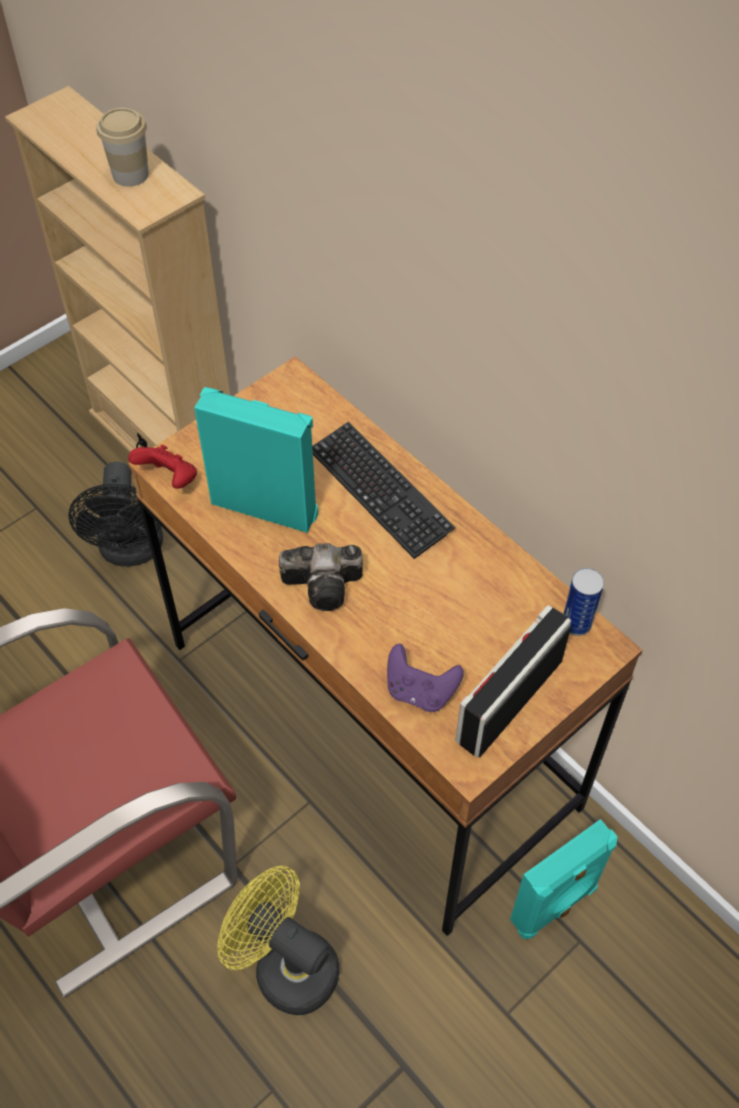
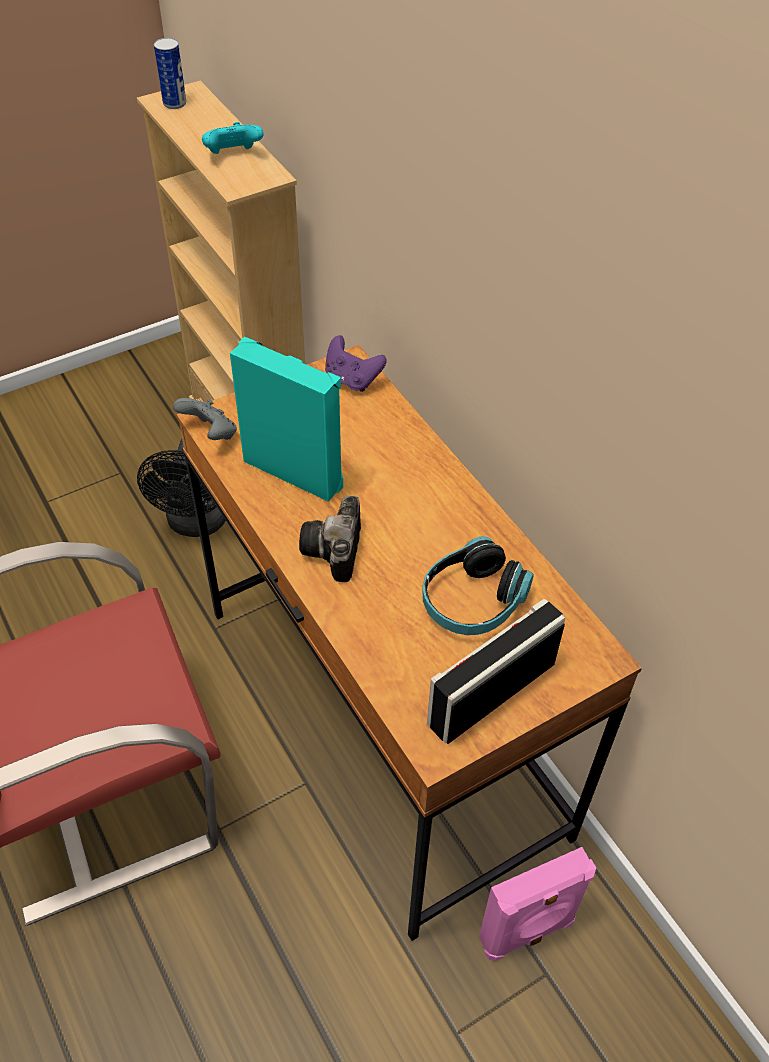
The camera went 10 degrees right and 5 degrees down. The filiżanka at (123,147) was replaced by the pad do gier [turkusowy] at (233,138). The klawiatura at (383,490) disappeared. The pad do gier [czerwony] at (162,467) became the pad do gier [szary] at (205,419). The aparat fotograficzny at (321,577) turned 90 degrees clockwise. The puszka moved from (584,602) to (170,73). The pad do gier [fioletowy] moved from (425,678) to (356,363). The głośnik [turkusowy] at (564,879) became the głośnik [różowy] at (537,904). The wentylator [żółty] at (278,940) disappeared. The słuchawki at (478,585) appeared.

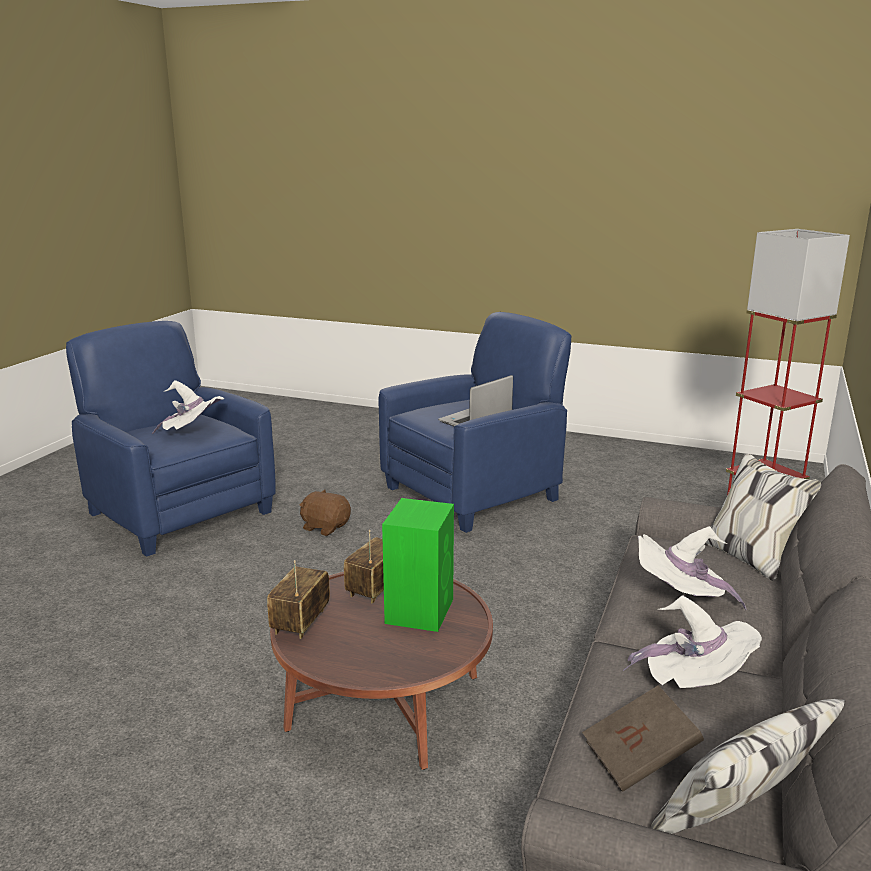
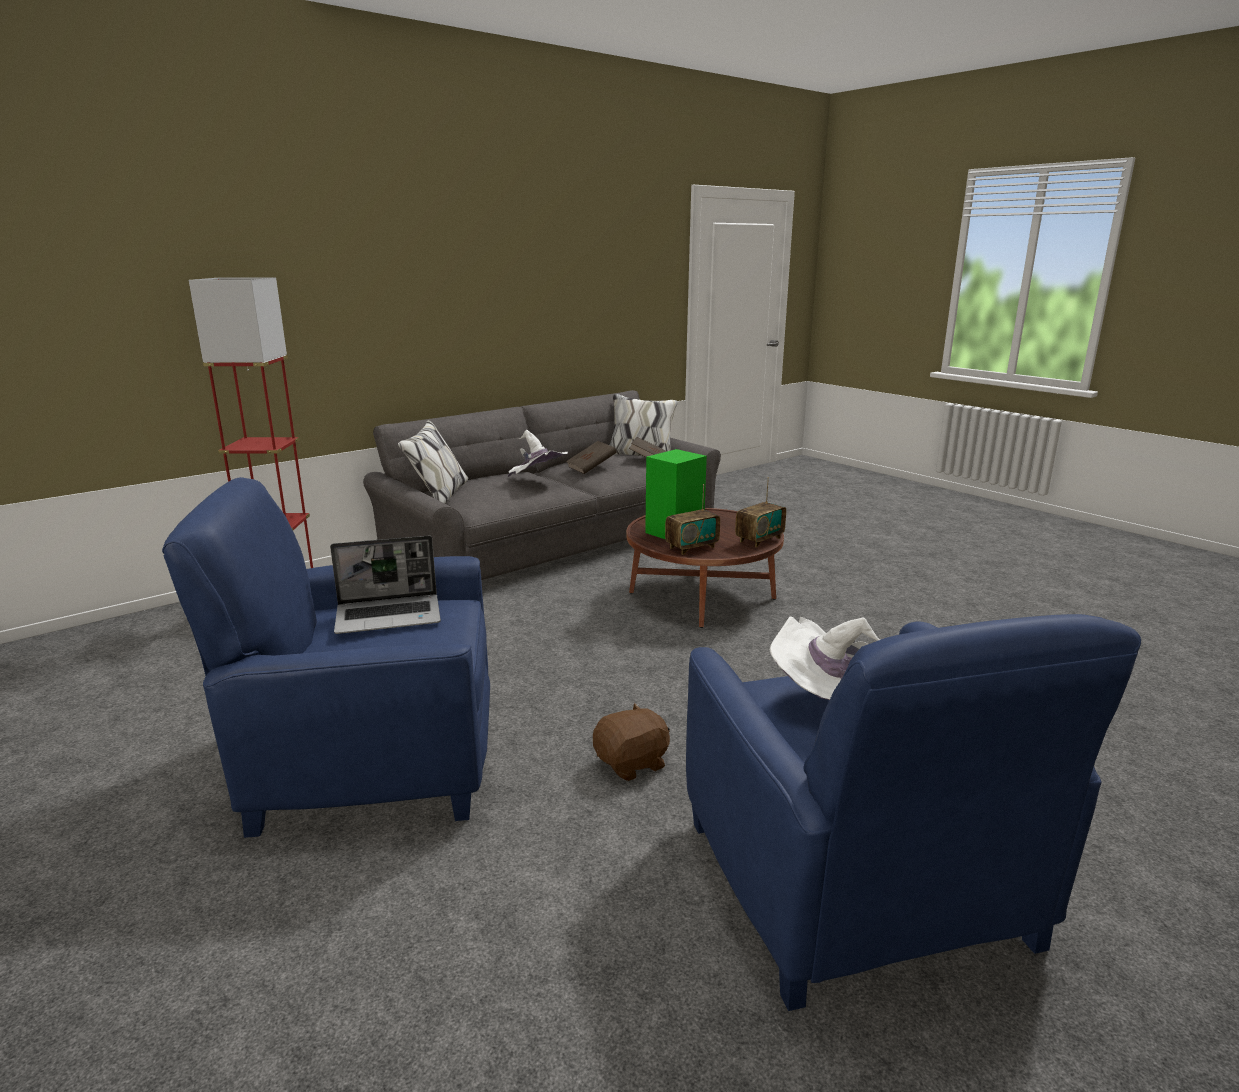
The camera went 150 degrees left and 0 degrees up. The pluszak [brązowy] at (325,513) turned 90 degrees counterclockwise. The kapelusz [biały] at (692,641) was replaced by the książka [brązowy] at (591,457).

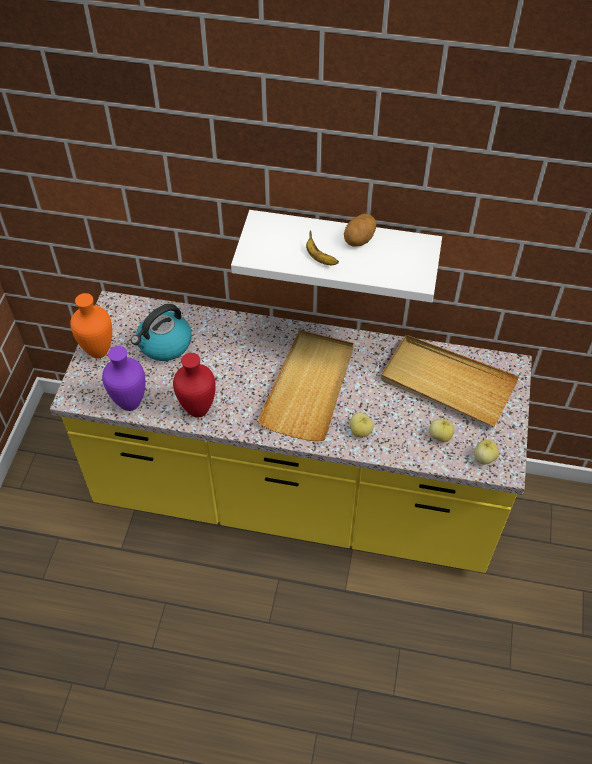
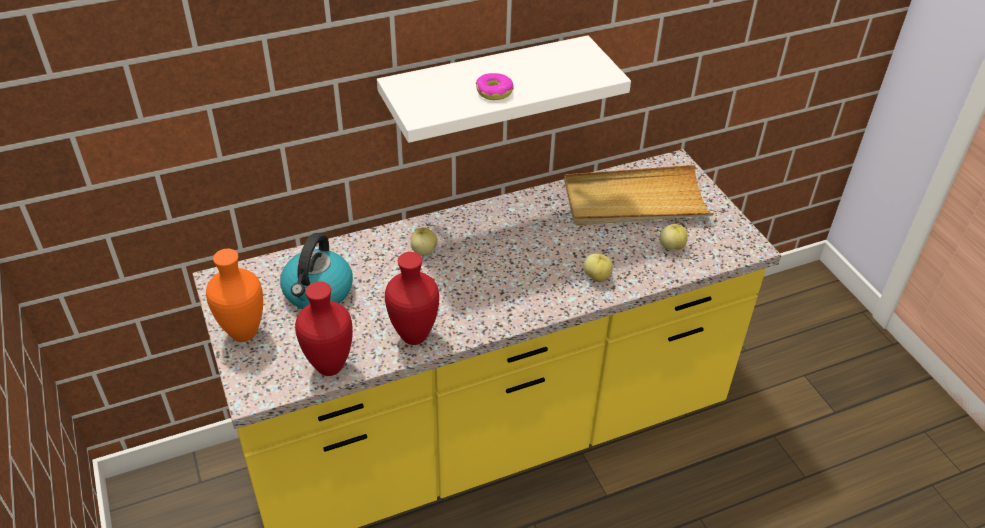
The camera went 35 degrees left and 10 degrees down. The ziemniak at (360,230) disappeared. The banan at (322,248) was replaced by the donut at (495,86). The taca [beżowy] at (305,385) disappeared. The wazon [fioletowy] at (123,378) became the wazon [czerwony] at (324,328). The jabłko moved from (486,452) to (424,241).

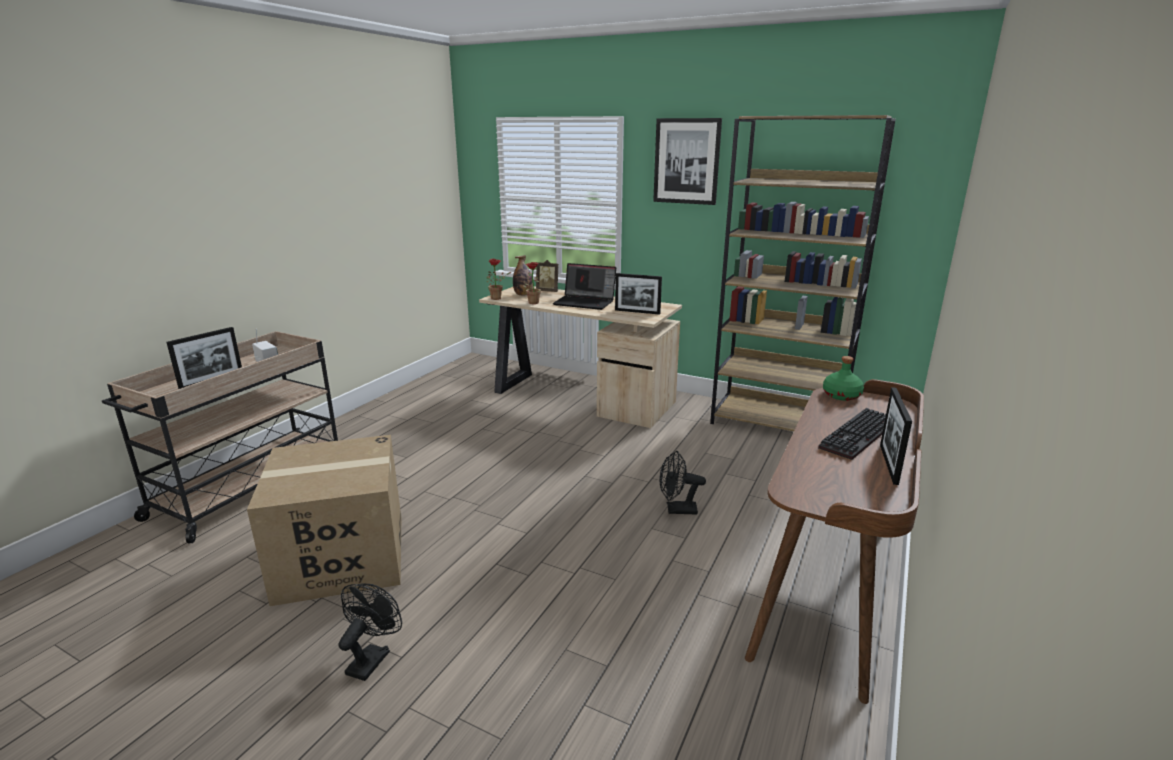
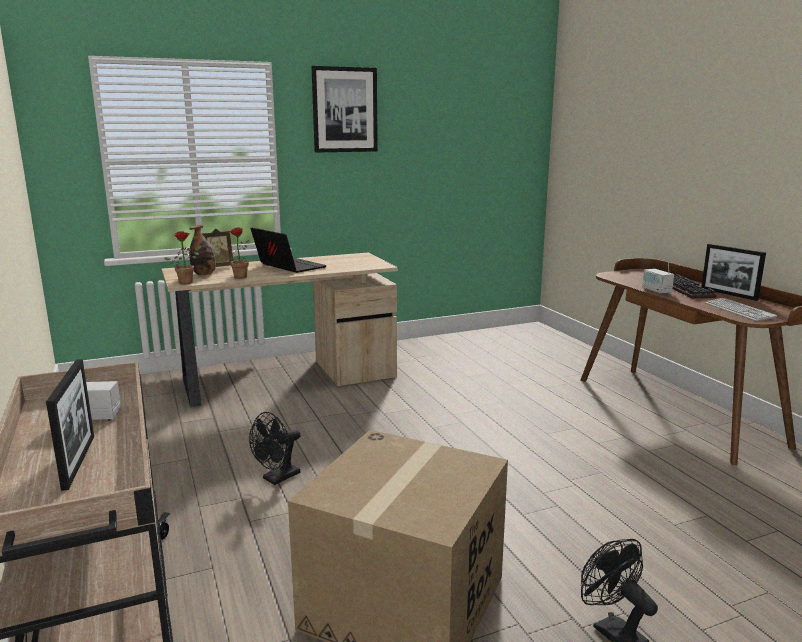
The camera went 50 degrees left and 5 degrees down. The regał [brązowy] at (803,273) disappeared. The laptop at (584,286) turned 105 degrees counterclockwise. The ramka na zdjęcie at (638,294) disappeared. The butelka [zielony] at (843,378) disappeared. The wentylator [czarny] moved from (683,483) to (275,448). The radio at (658,276) appeared. The klawiatura at (741,309) appeared.

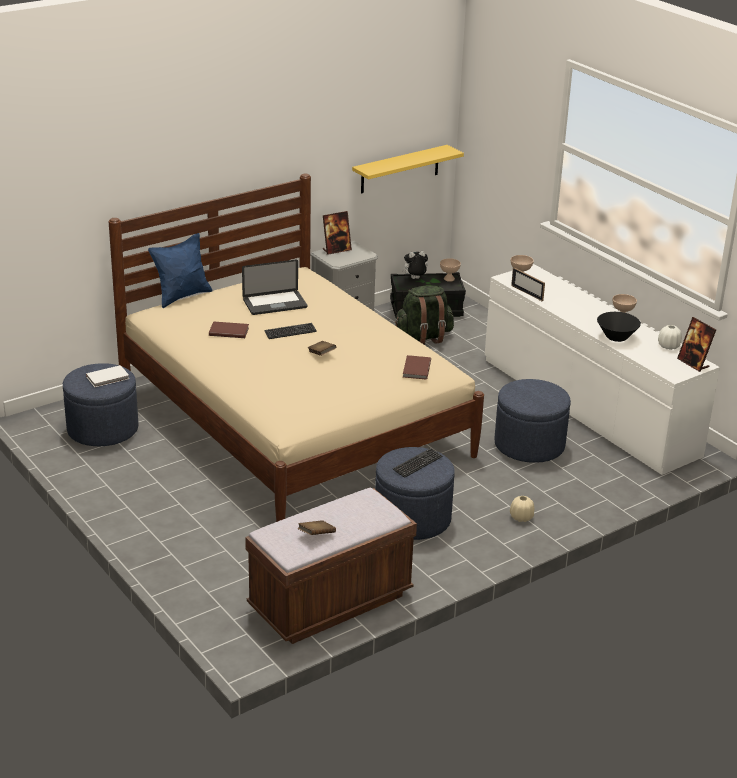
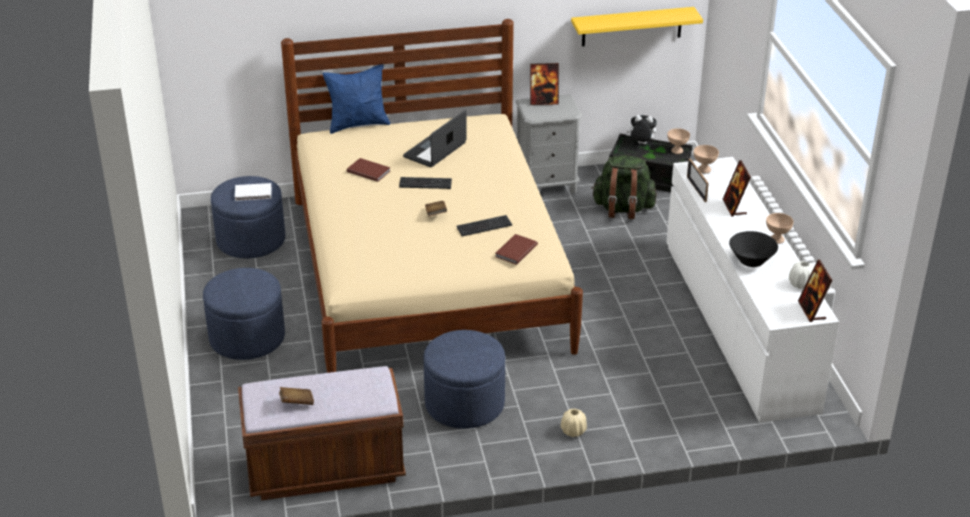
The camera went 25 degrees right and 5 degrees up. The laptop at (274,287) turned 120 degrees clockwise. The pufa [niebieski] moved from (533,421) to (244,314). The klawiatura moved from (417,463) to (484,226). The ramka na zdjęcie at (737,188) appeared.

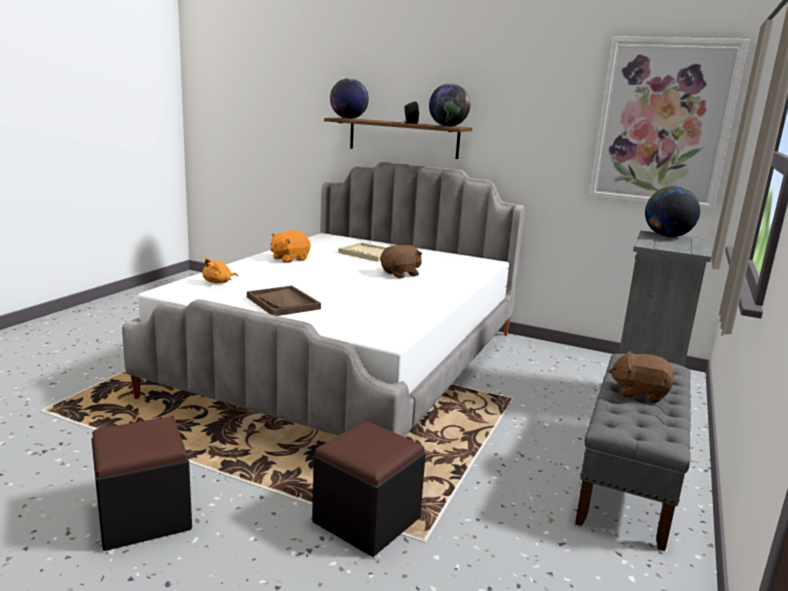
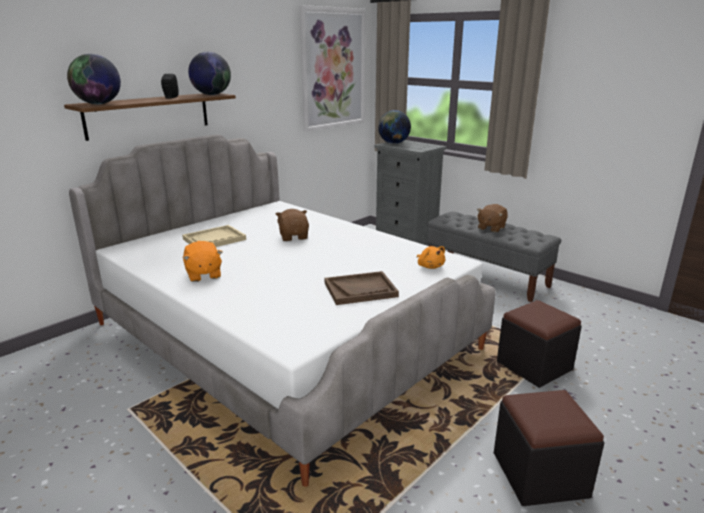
The camera went 70 degrees left and 5 degrees up. The pluszak [pomarańczowy] moved from (220,271) to (431,257).

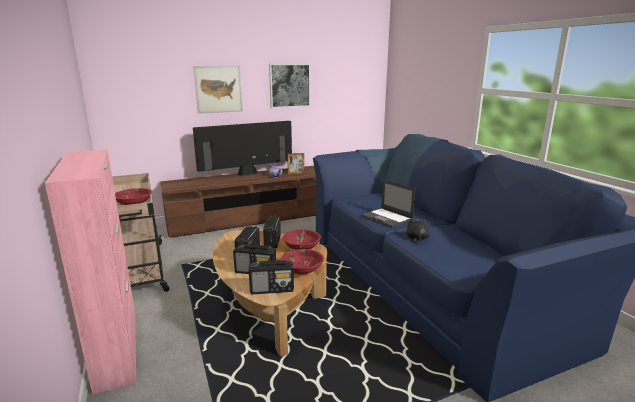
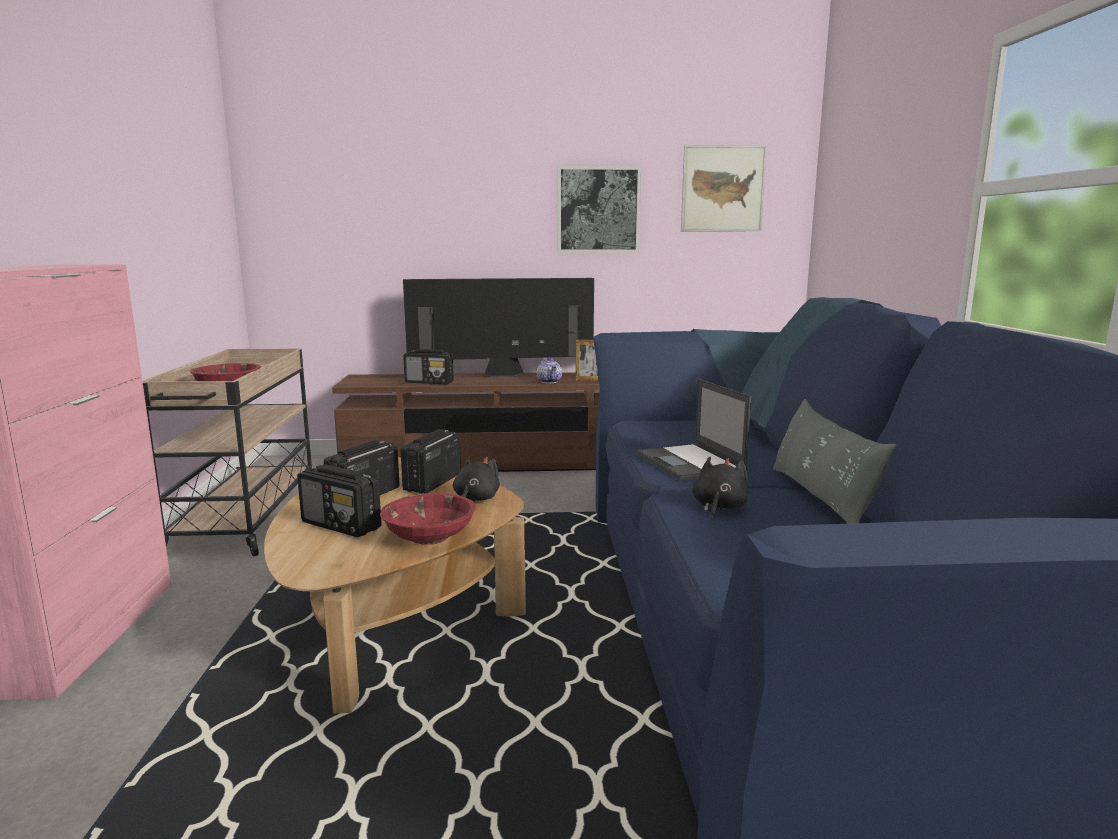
The camera went 20 degrees right and 5 degrees down. The obraz moved from (218,90) to (724,188). The miska [czerwony] at (302,239) was replaced by the pluszak [czarny] at (476,478). The radio moved from (271,277) to (428,366). The poduszka [szary] at (834,461) appeared.

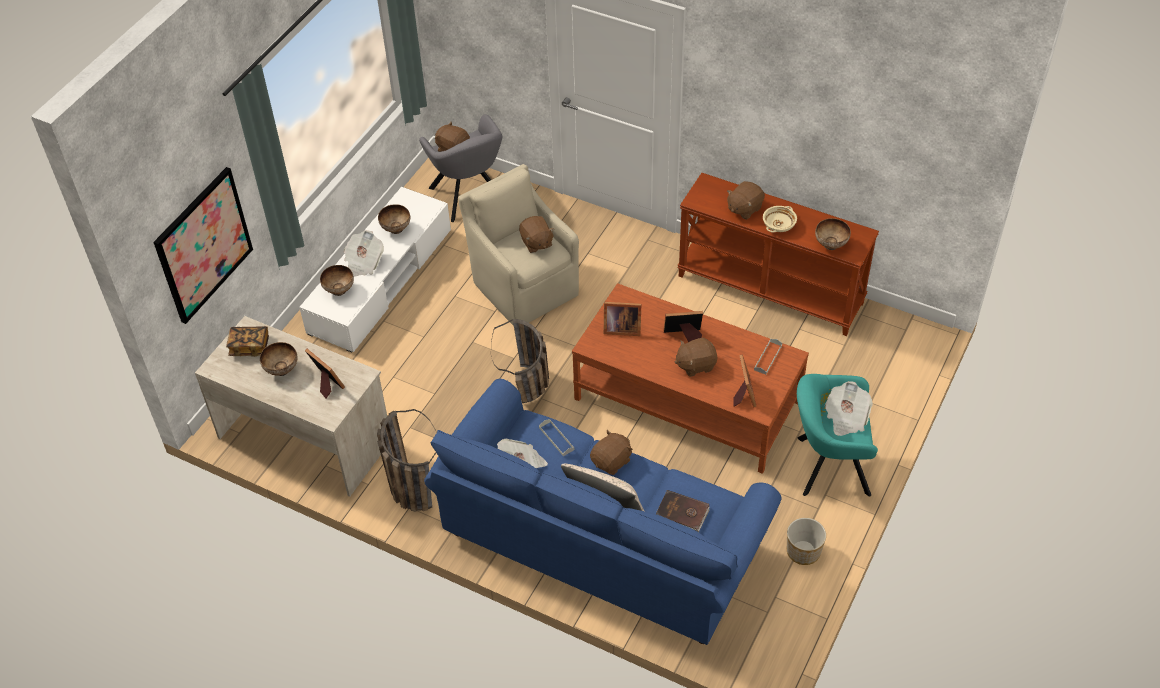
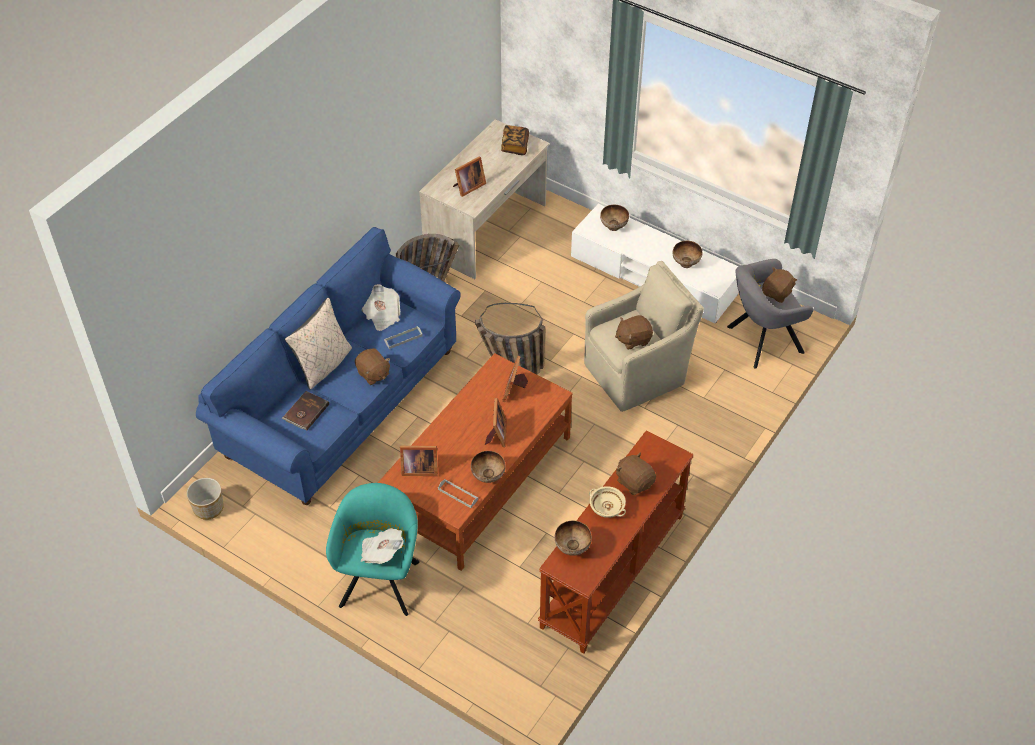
The camera went 95 degrees right and 0 degrees up. The obraz at (203,245) disappeared. The gazeta at (364,253) disappeared. The pluszak [brązowy] at (695,357) disappeared. The miska moved from (279,359) to (488,467). The donica moved from (806,541) to (205,499).

